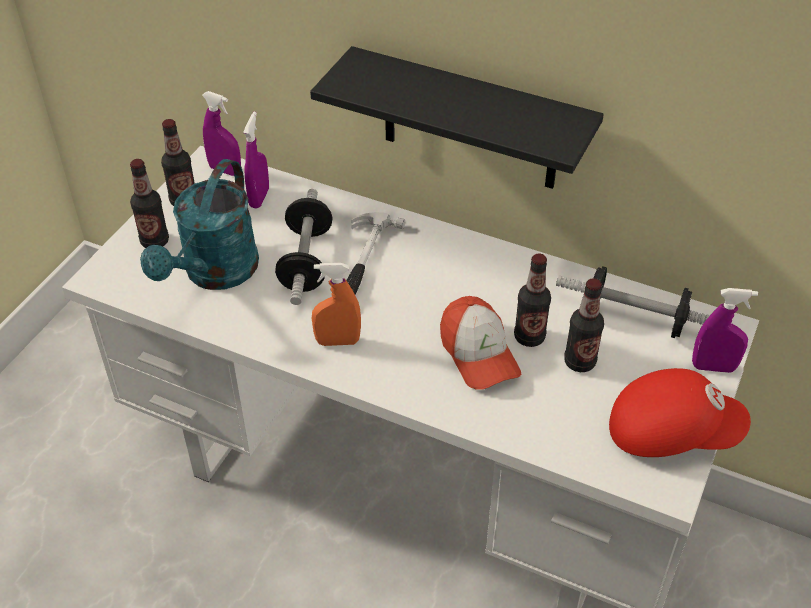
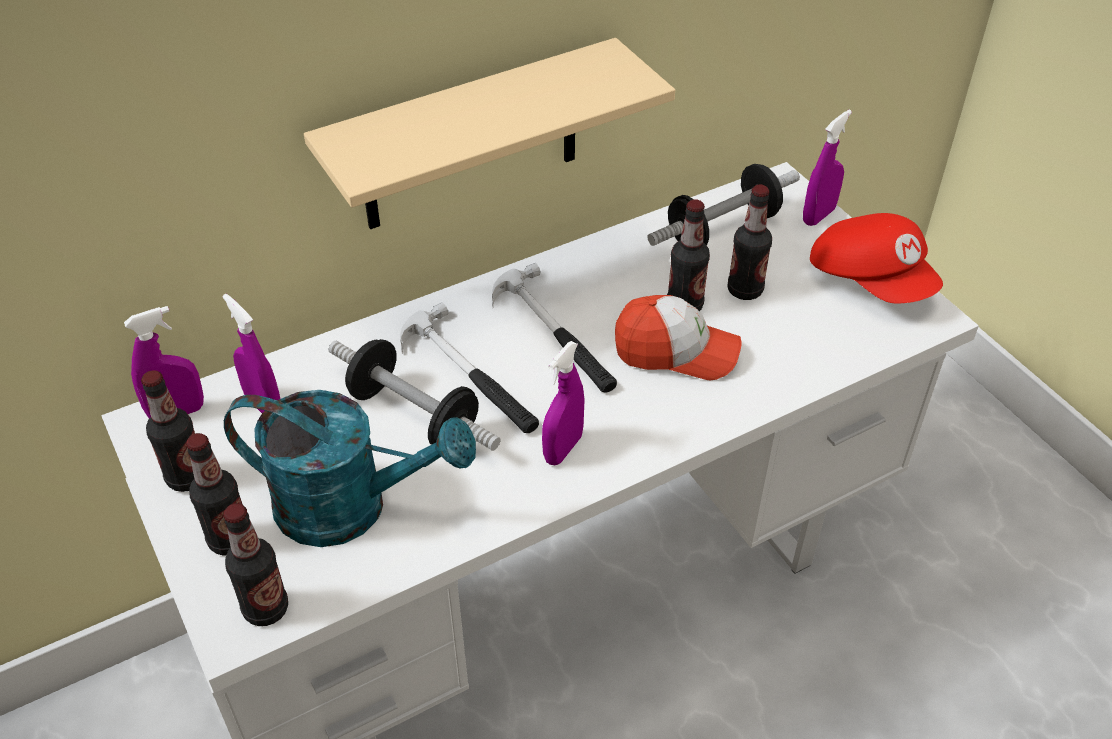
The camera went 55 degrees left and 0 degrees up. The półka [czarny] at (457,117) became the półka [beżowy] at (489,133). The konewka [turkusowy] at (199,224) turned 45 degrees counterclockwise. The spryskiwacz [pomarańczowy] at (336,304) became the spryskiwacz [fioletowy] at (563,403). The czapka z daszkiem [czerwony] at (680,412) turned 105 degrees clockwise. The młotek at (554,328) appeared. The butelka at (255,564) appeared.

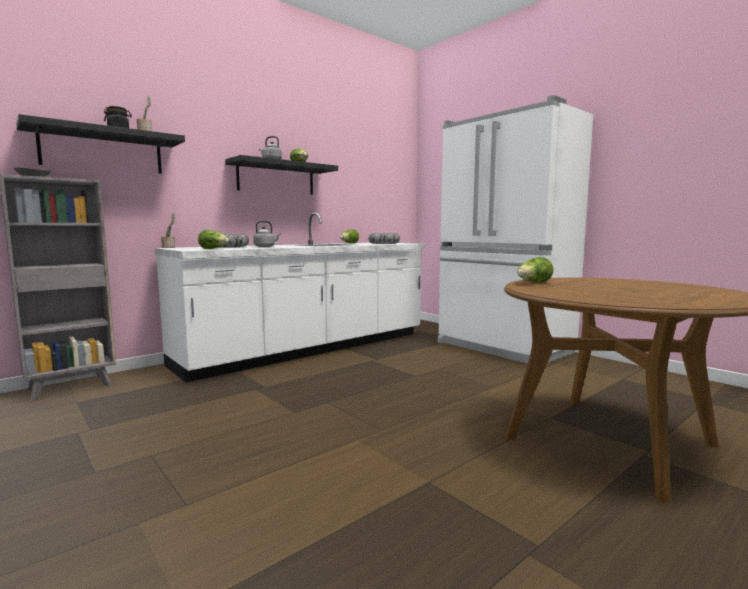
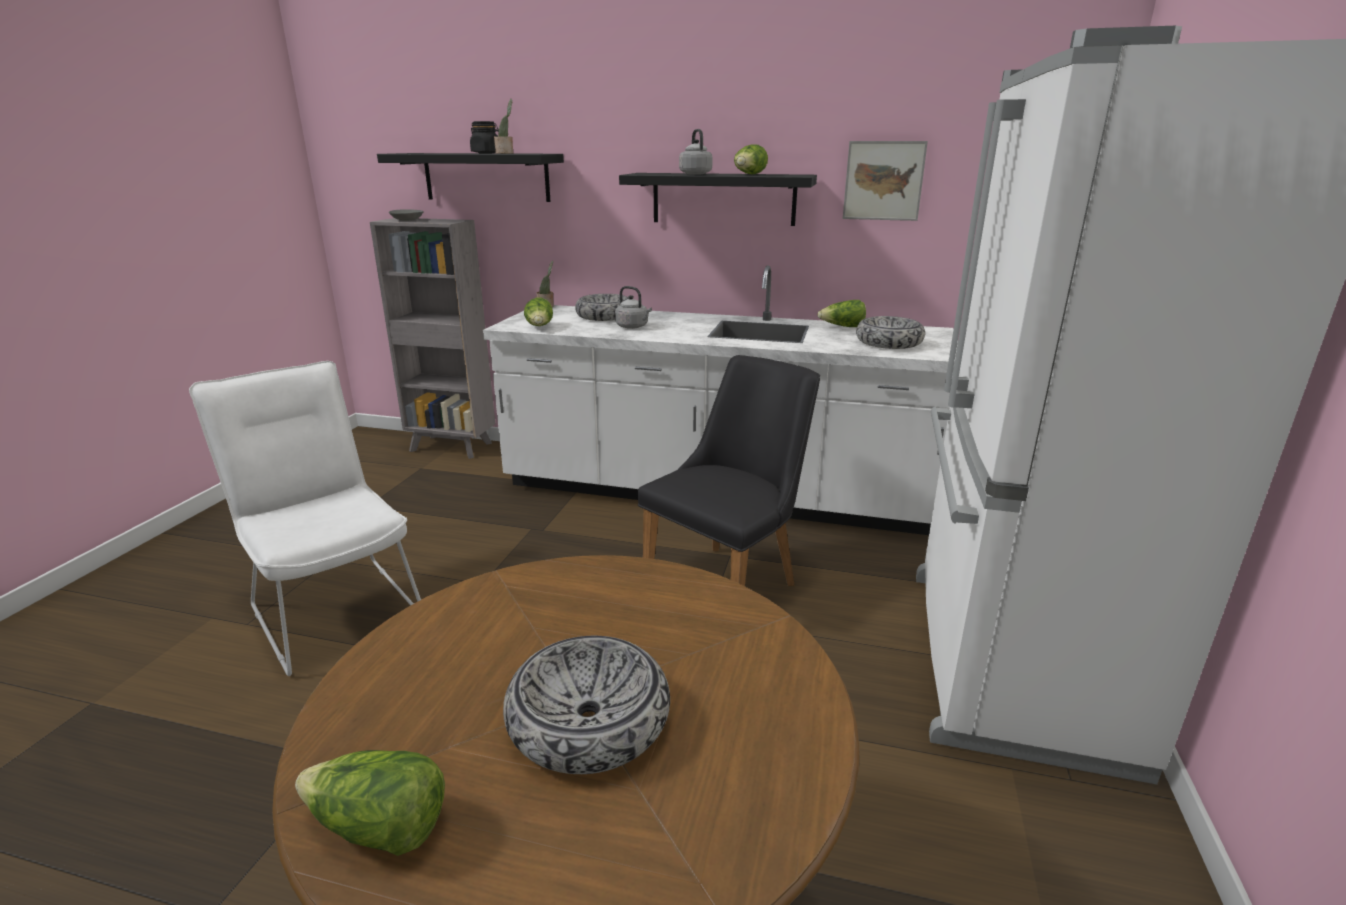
The camera went 55 degrees right and 15 degrees up. The sałata moved from (535,270) to (370,803). The obraz at (885,181) appeared. The krzesło [czarny] at (728,470) appeared. The krzesło [biały] at (305,518) appeared. The miska at (586,705) appeared.

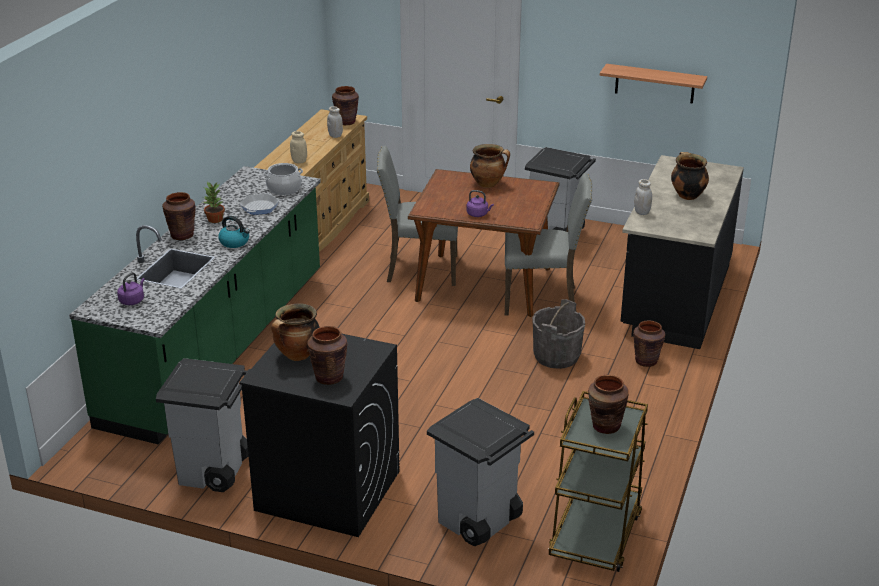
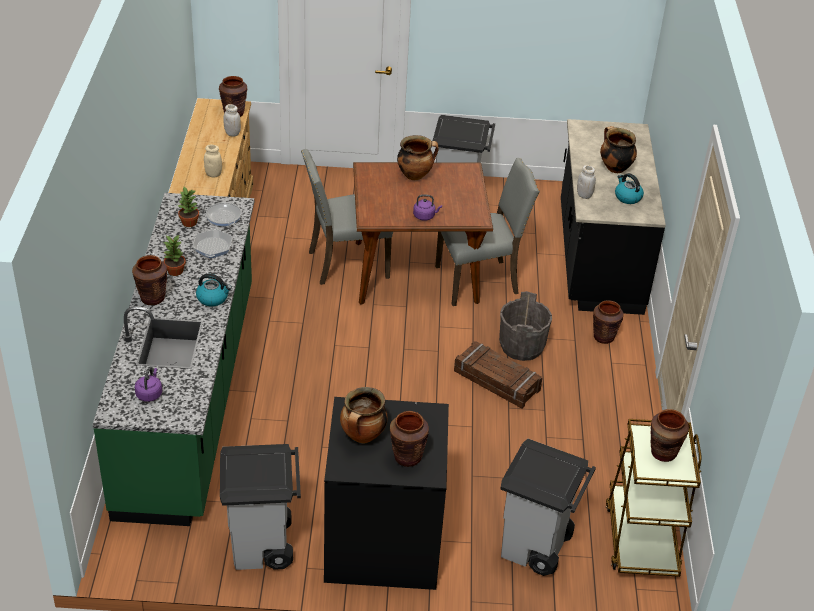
The camera went 20 degrees left and 10 degrees up. The półka at (653,84) disappeared. The garnek at (283,179) was replaced by the patelnia at (224,217). The czajnik at (629,188) appeared. The roślina doniczkowa at (188,207) appeared. The skrzynka at (498,375) appeared.

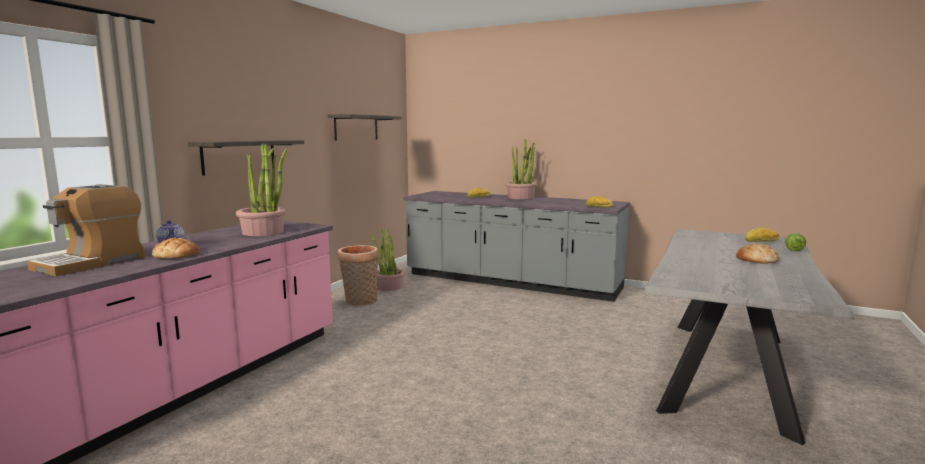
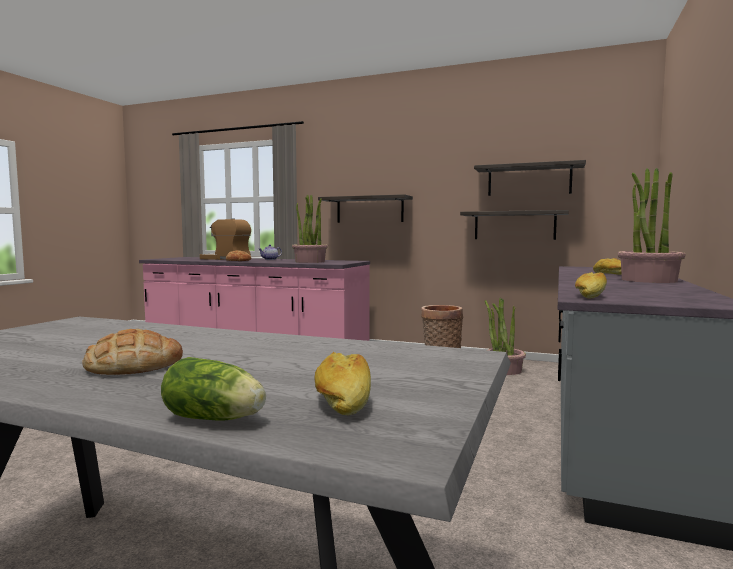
The camera went 85 degrees right and 5 degrees down. The półka at (514,225) appeared.

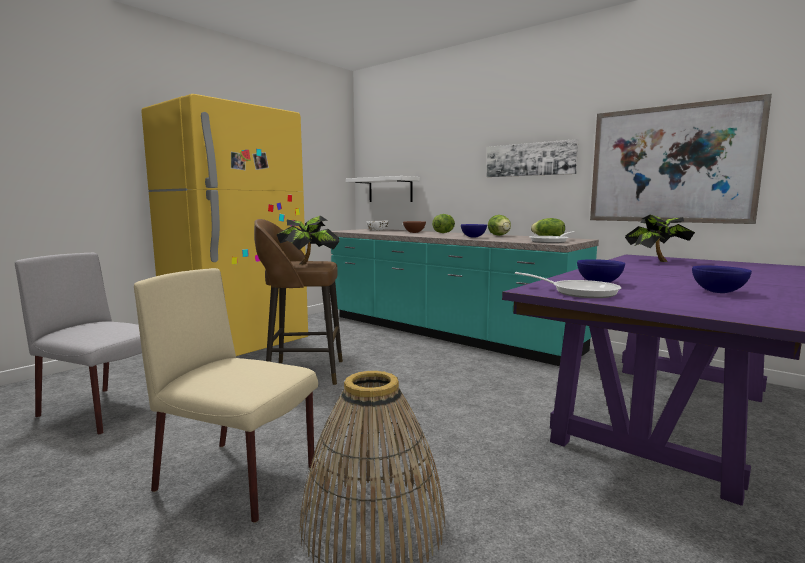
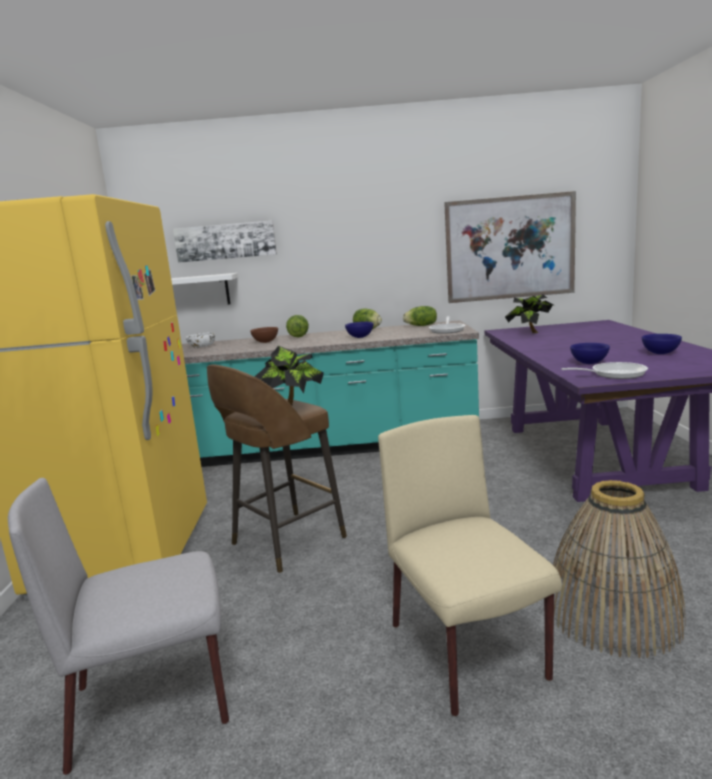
The camera went 40 degrees left and 5 degrees up. The obraz moved from (532,158) to (225,241). The krzesło [beżowy] at (226,395) turned 90 degrees clockwise.

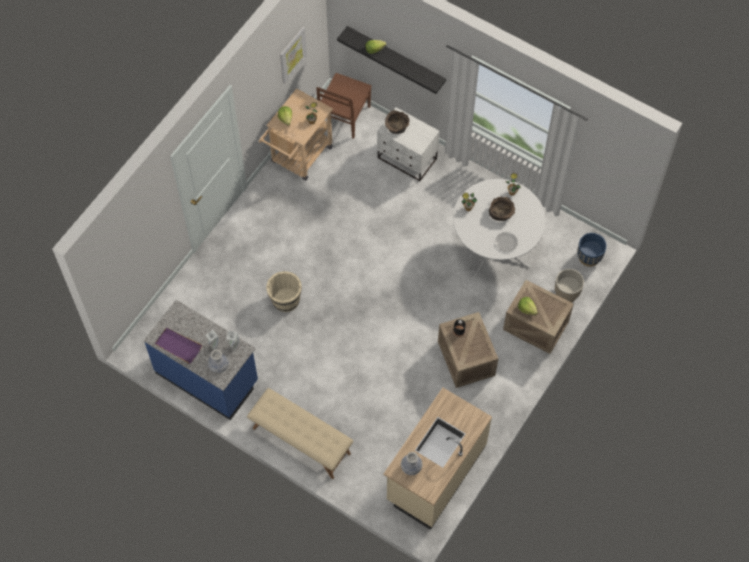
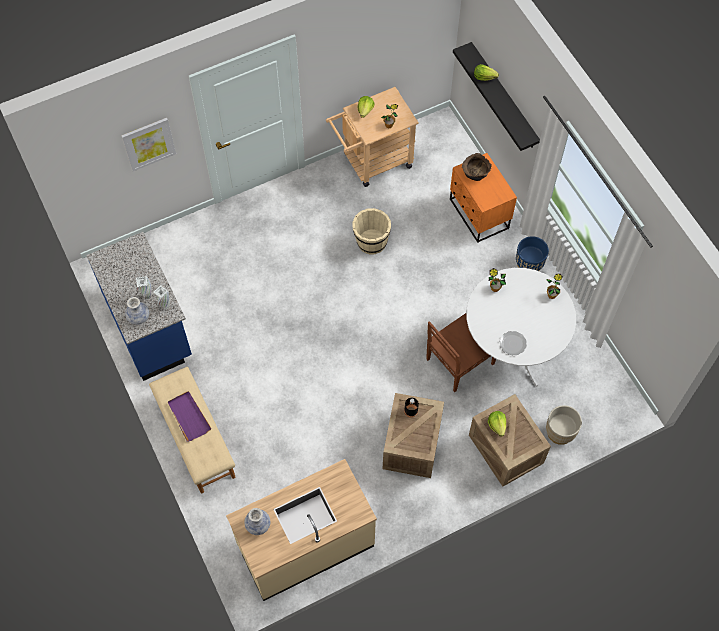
The camera went 30 degrees right and 0 degrees up. The obraz moved from (293,55) to (148,144). The krzesło [brązowy] moved from (344,106) to (461,352). The szafka nocna [biały] at (408,144) became the szafka nocna [pomarańczowy] at (483,198). The miska [brązowy] at (502,209) disappeared. The donica [niebieski] moved from (592,250) to (532,253). The wiadro [beżowy] moved from (284,291) to (371,231). The taca [fioletowy] moved from (178,346) to (189,416).

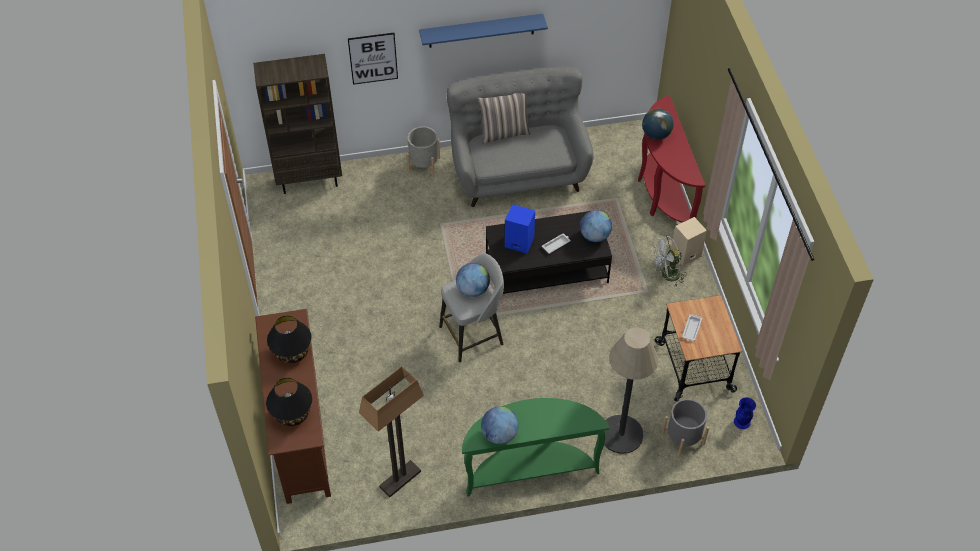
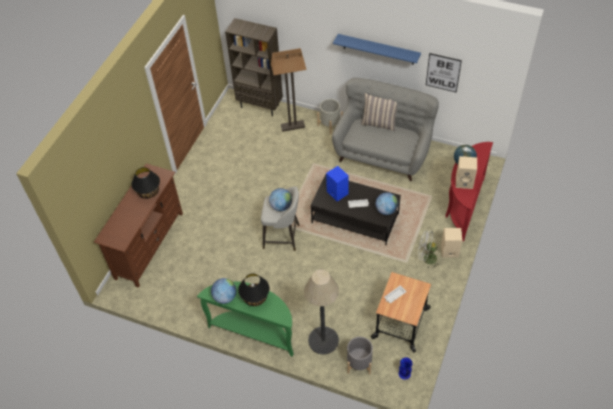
The camera went 35 degrees right and 0 degrees up. The obraz moved from (373,59) to (444,72). The lampa stojąca moved from (391,431) to (288,90). The lampa stołowa [czarny] moved from (289,402) to (253,289). The głośnik [beżowy] at (466,172) appeared.

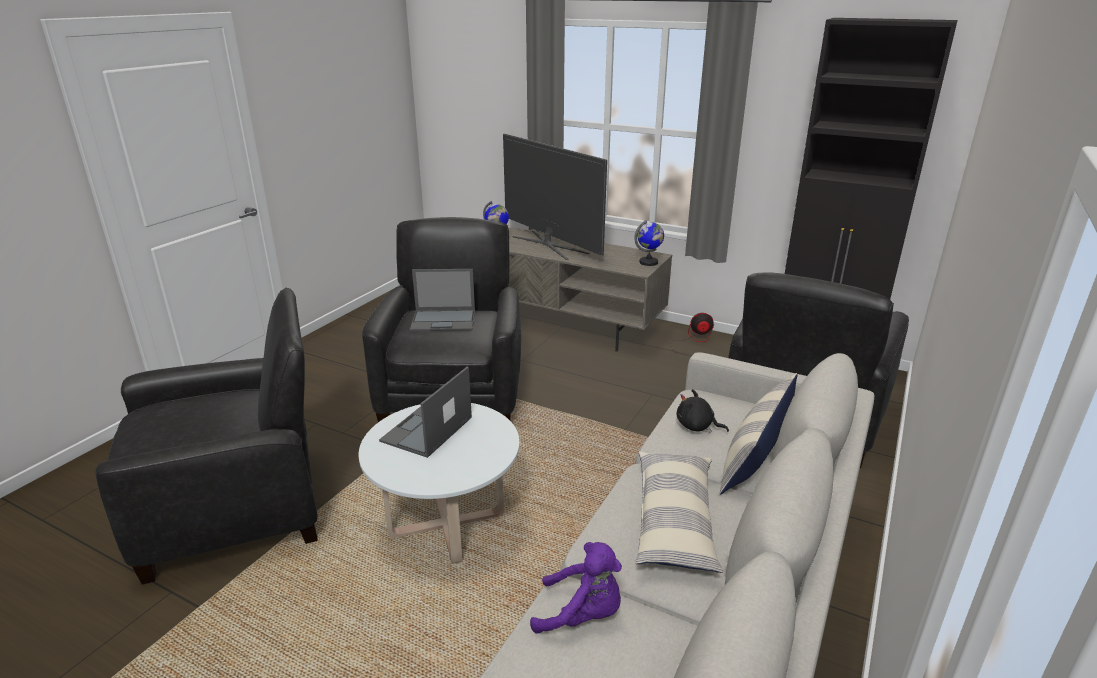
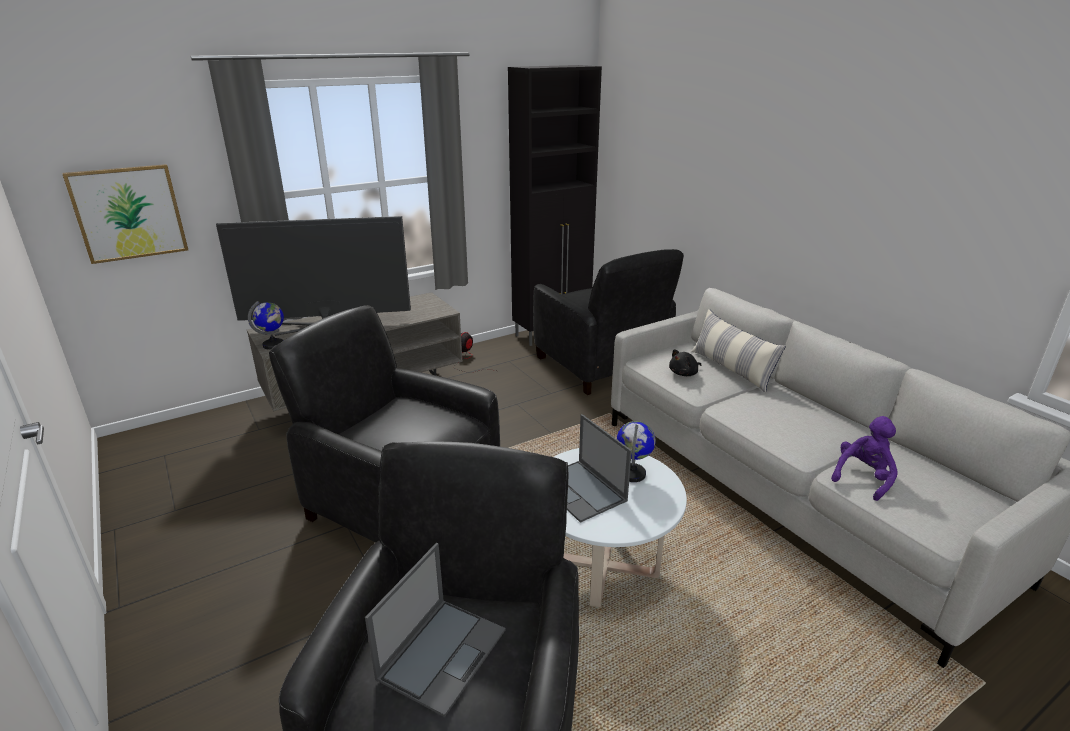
The camera went 60 degrees left and 0 degrees up. The globus moved from (649,243) to (636,451). The laptop moved from (442,300) to (435,630). The poduszka at (679,512) disappeared. The obraz at (125,214) appeared.

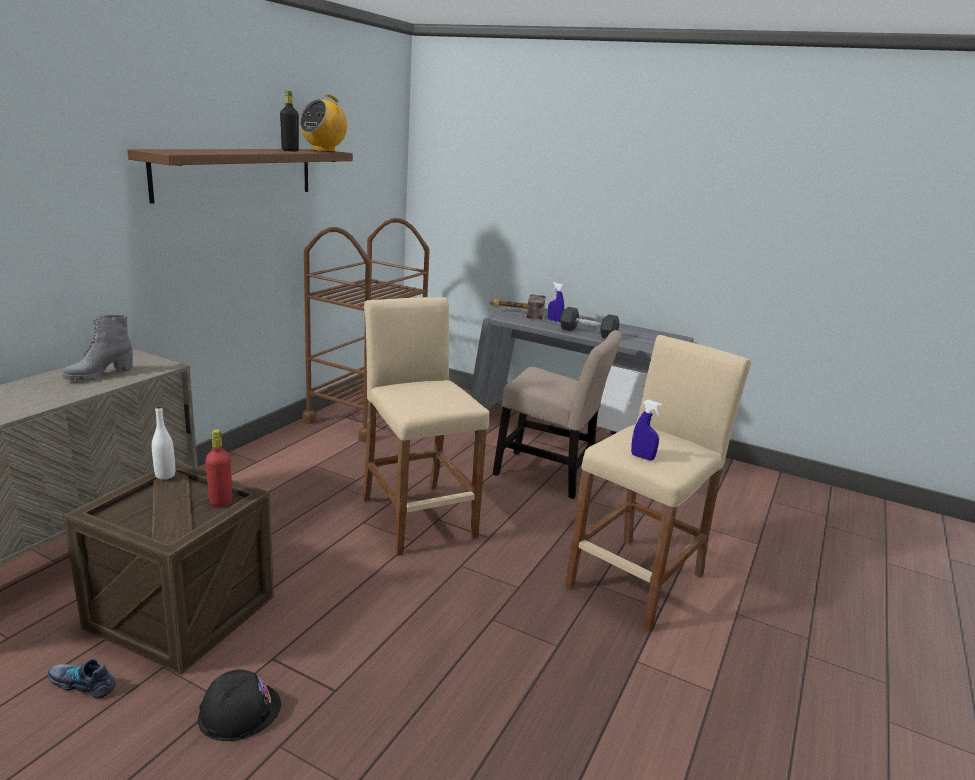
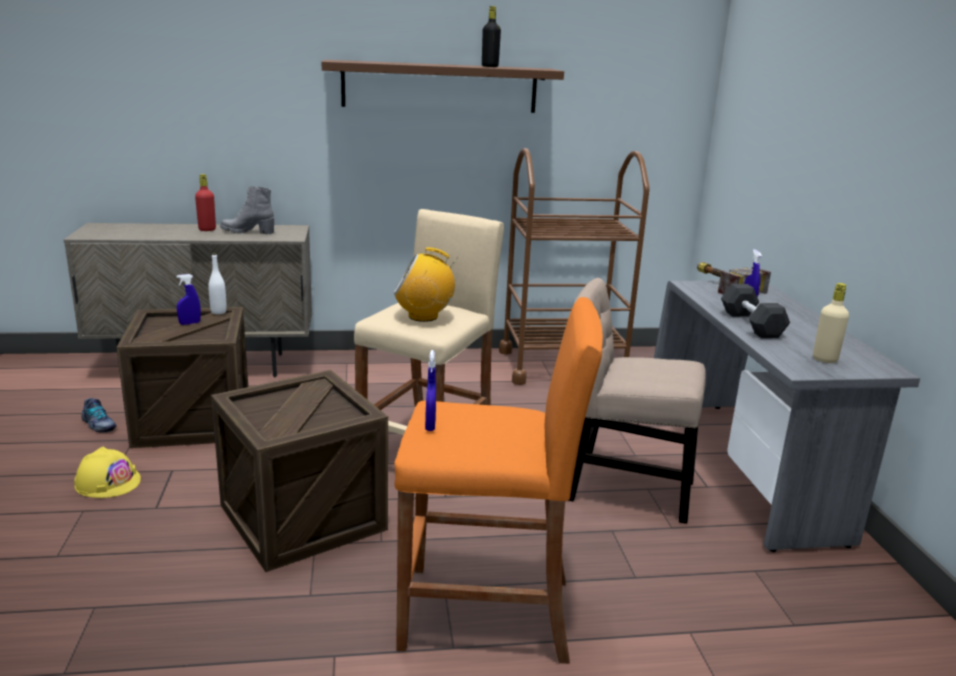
The camera went 55 degrees right and 0 degrees up. The radio moved from (323,123) to (425,284). The krzesło [beżowy] at (557,414) turned 120 degrees clockwise. The stołek [beżowy] at (658,483) became the stołek [pomarańczowy] at (498,480). The butelka [czerwony] moved from (218,468) to (205,202). The but at (82,679) turned 150 degrees clockwise. The kask [czarny] at (239,705) became the kask [żółty] at (107,472). The spryskiwacz [niebieski] at (189,299) appeared. The butelka [beżowy] at (831,323) appeared. The skrzynka at (299,471) appeared.

